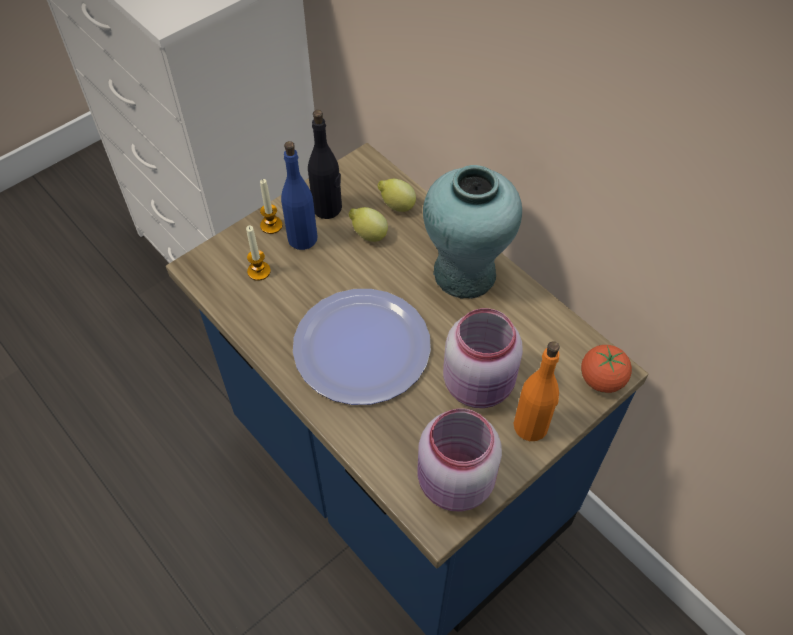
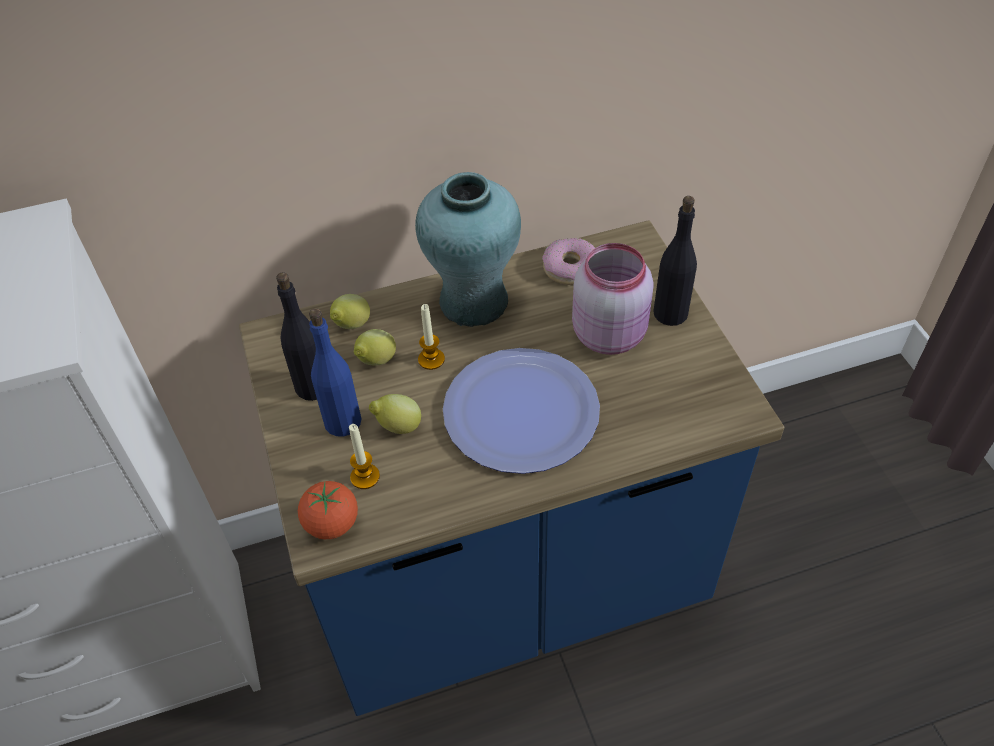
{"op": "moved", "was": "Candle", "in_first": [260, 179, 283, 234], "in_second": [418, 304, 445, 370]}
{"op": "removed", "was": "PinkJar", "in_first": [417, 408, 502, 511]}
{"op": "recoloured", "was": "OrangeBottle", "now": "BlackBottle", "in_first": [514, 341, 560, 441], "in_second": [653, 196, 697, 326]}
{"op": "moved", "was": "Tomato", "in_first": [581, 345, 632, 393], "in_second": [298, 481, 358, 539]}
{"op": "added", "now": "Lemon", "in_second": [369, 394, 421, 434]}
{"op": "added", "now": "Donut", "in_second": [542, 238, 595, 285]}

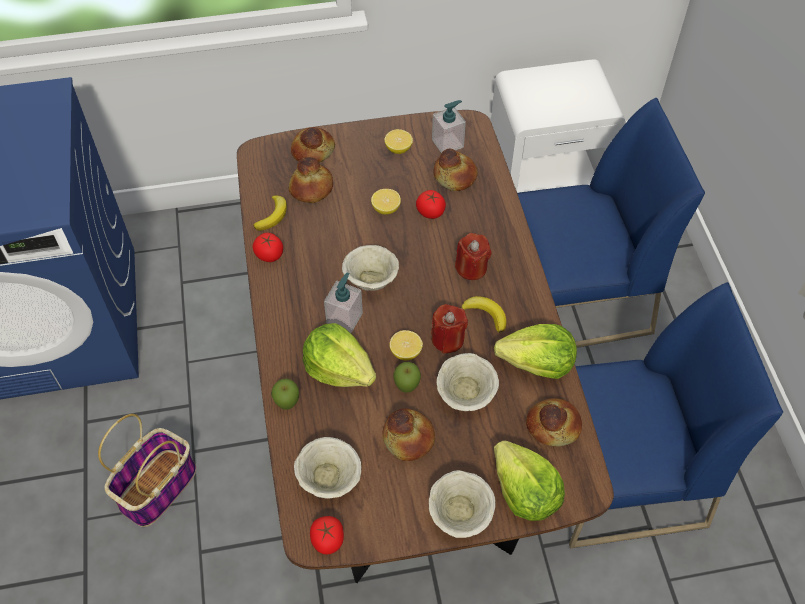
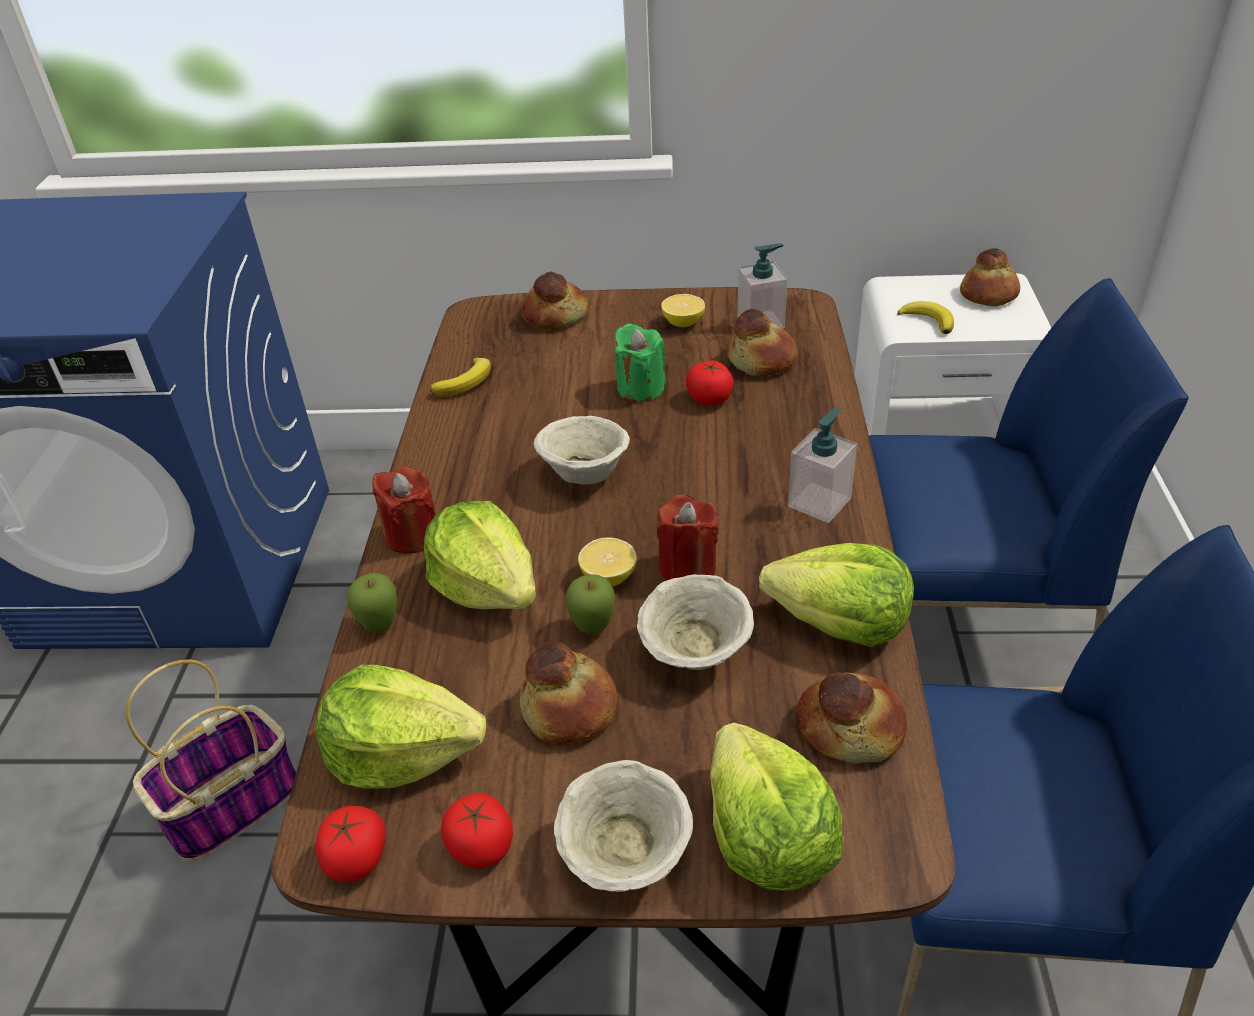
{"op": "moved", "was": "Tomato", "in_first": [252, 233, 283, 262], "in_second": [441, 793, 513, 869]}
{"op": "moved", "was": "Bread", "in_first": [289, 157, 333, 203], "in_second": [960, 248, 1020, 306]}
{"op": "replaced", "was": "BeigeBowl", "now": "Lettuce", "in_first": [294, 437, 361, 498], "in_second": [316, 664, 486, 789]}
{"op": "moved", "was": "SoapDispenser", "in_first": [324, 272, 363, 333], "in_second": [788, 407, 857, 523]}
{"op": "replaced", "was": "Lemon", "now": "GreenCandle", "in_first": [371, 189, 401, 214], "in_second": [615, 323, 666, 402]}
{"op": "moved", "was": "RedCandle", "in_first": [455, 233, 492, 280], "in_second": [372, 466, 436, 554]}
{"op": "moved", "was": "Banana", "in_first": [461, 296, 506, 333], "in_second": [897, 301, 954, 334]}

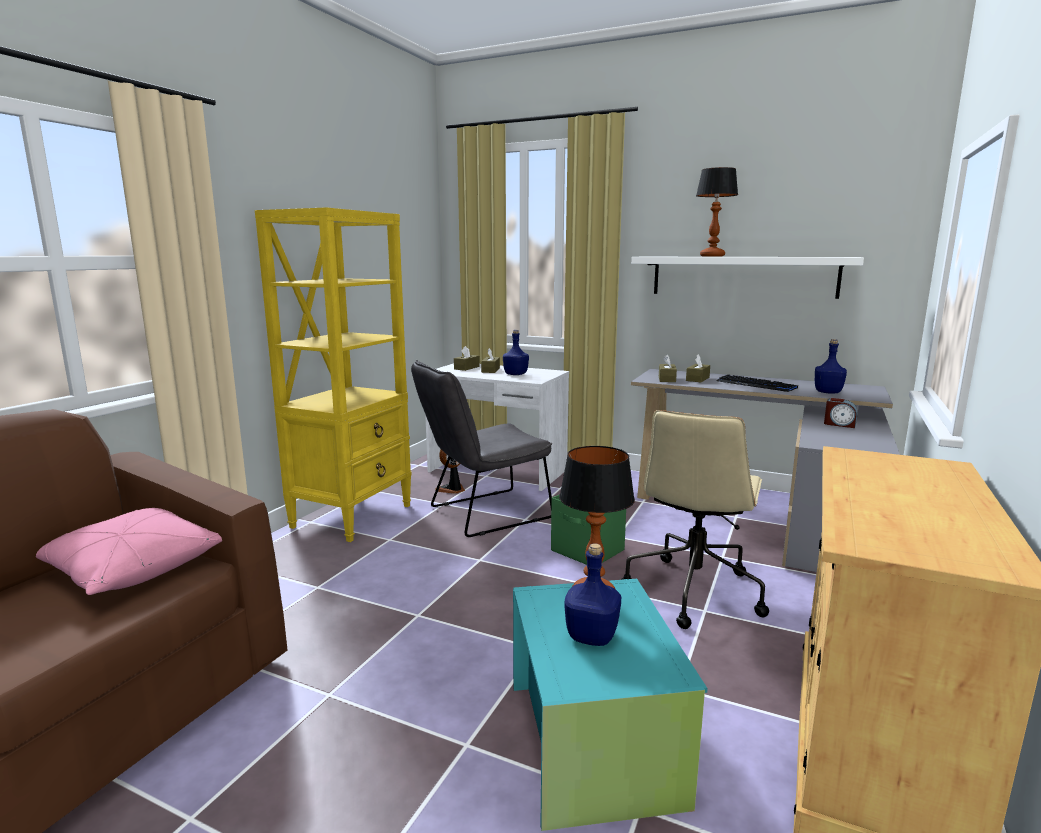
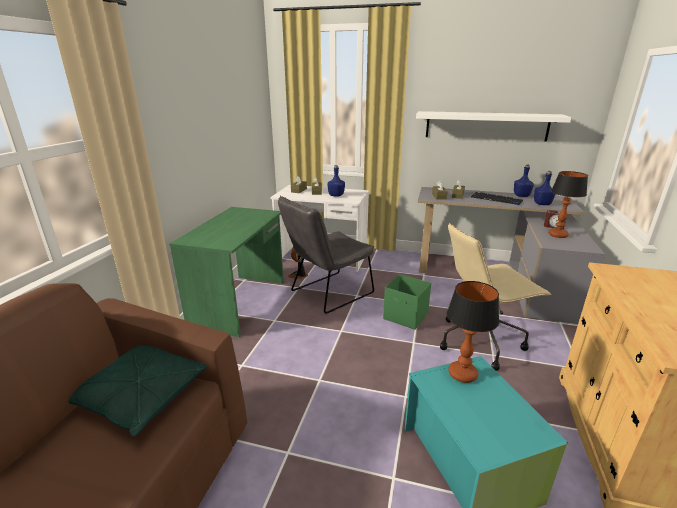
{"op": "recoloured", "was": "PinkPillow", "now": "GreenPillow", "in_first": [36, 508, 222, 595], "in_second": [69, 345, 207, 437]}
{"op": "replaced", "was": "YellowBookcase", "now": "GreenDesk", "in_first": [255, 207, 412, 542], "in_second": [169, 207, 284, 337]}
{"op": "moved", "was": "BlueBottle", "in_first": [564, 543, 621, 646], "in_second": [514, 165, 534, 197]}
{"op": "turned", "was": "BeigeOfficeChair", "in_first": [621, 410, 769, 629], "in_second": [440, 223, 551, 371], "clockwise": 60}
{"op": "moved", "was": "TableLamp", "in_first": [696, 167, 738, 257], "in_second": [548, 171, 588, 238]}

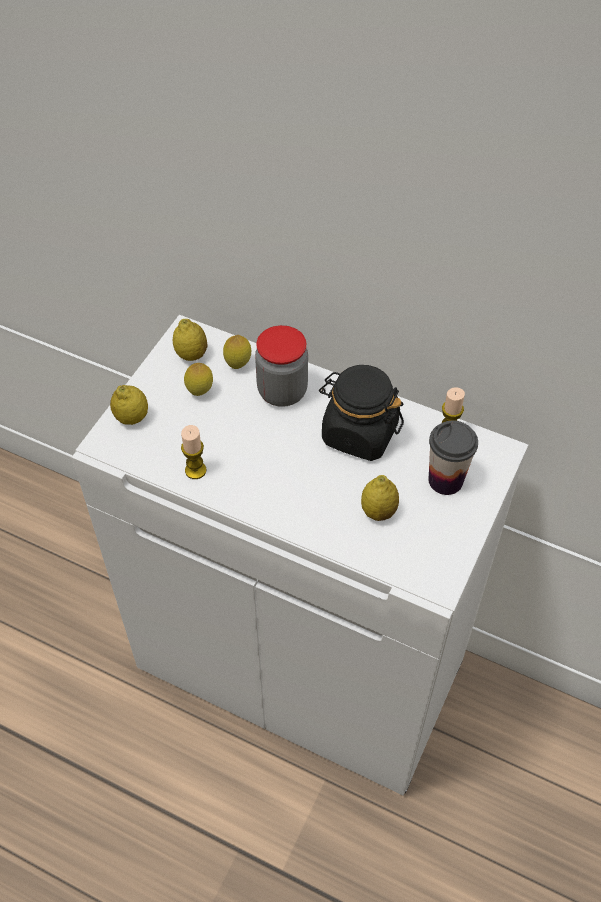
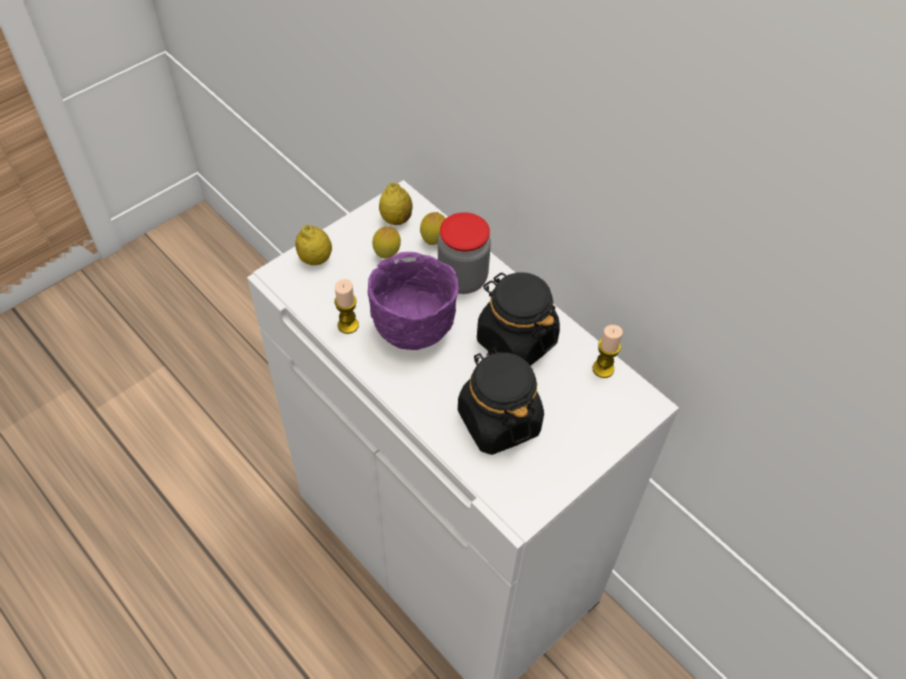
{"op": "replaced", "was": "Lemon", "now": "BlackJar", "in_first": [361, 475, 399, 521], "in_second": [458, 348, 544, 455]}
{"op": "removed", "was": "Cup", "in_first": [428, 421, 478, 495]}
{"op": "added", "now": "PurpleBowl", "in_second": [368, 252, 459, 350]}

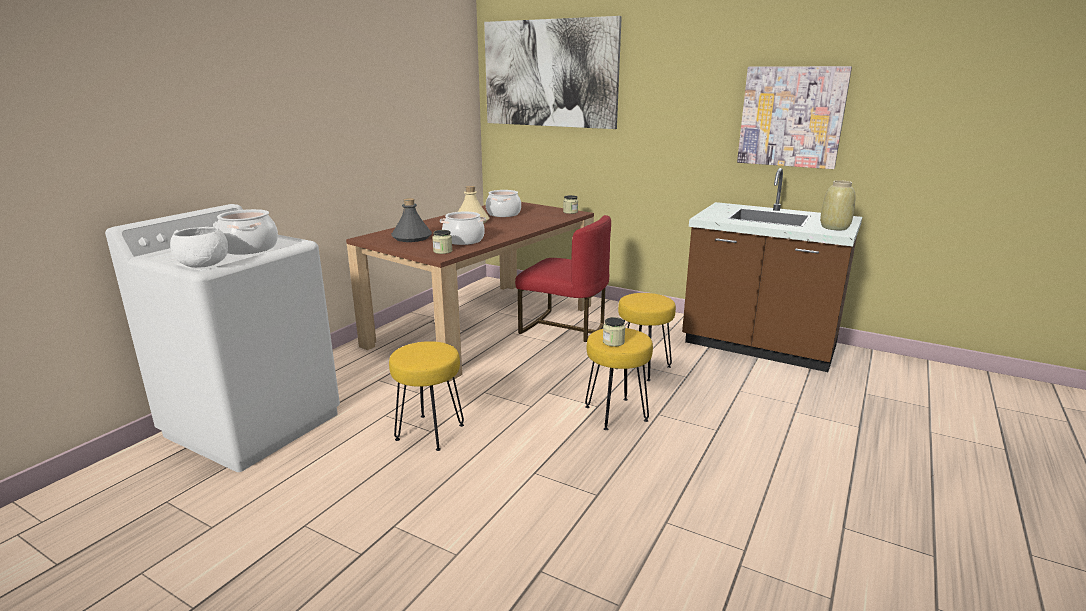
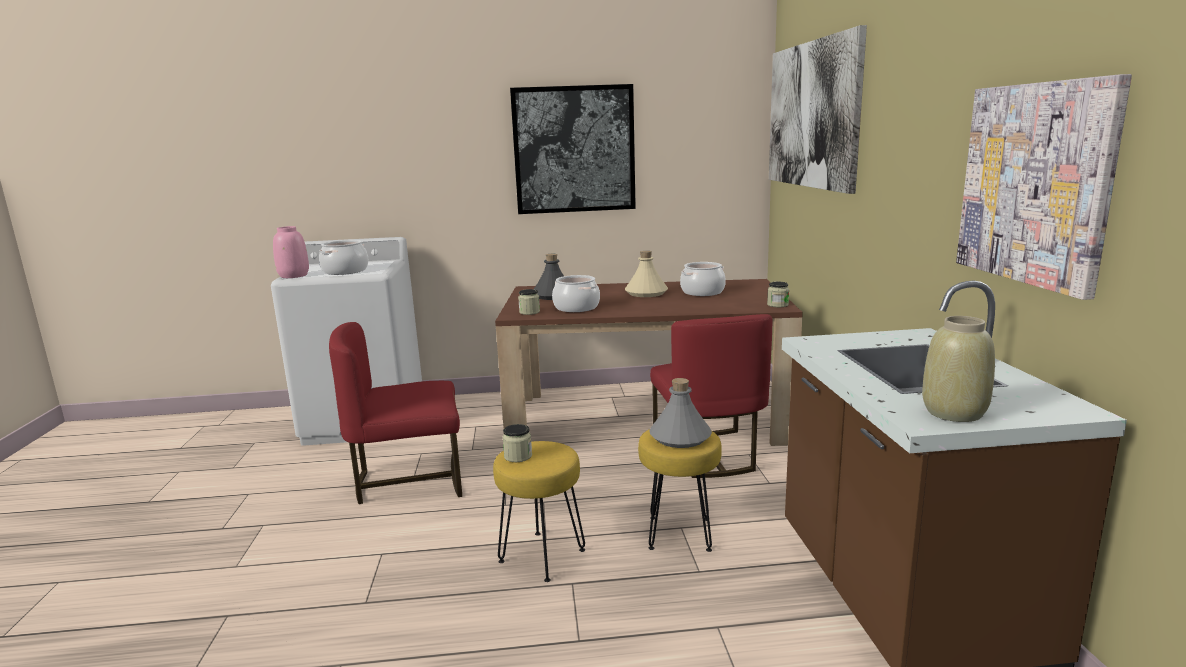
{"op": "replaced", "was": "WhiteBowl", "now": "PinkVase", "in_first": [170, 227, 228, 268], "in_second": [273, 226, 309, 278]}
{"op": "replaced", "was": "YellowStool", "now": "RedChair", "in_first": [389, 341, 464, 451], "in_second": [329, 322, 462, 504]}
{"op": "added", "now": "Picture", "in_second": [510, 84, 636, 214]}
{"op": "added", "now": "GreyBottle", "in_second": [649, 378, 712, 448]}

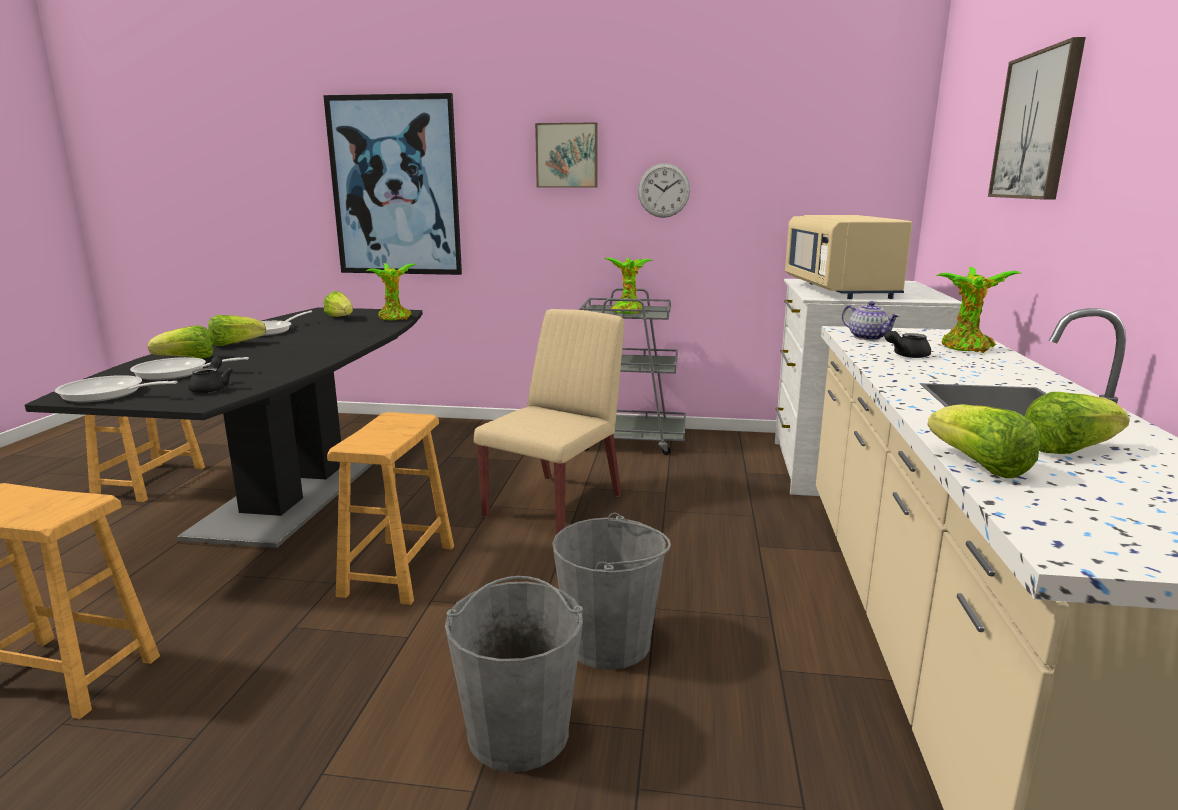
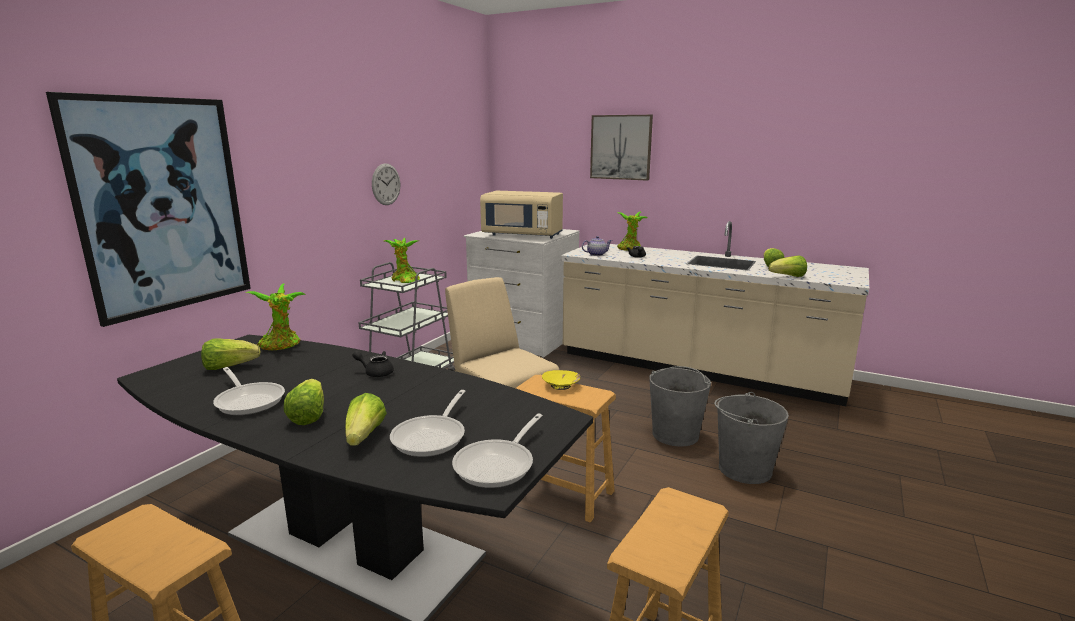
{"op": "moved", "was": "BlackTeapot", "in_first": [188, 357, 233, 393], "in_second": [352, 351, 394, 377]}
{"op": "removed", "was": "Picture", "in_first": [535, 122, 598, 188]}
{"op": "added", "now": "YellowBowl", "in_second": [542, 370, 580, 390]}

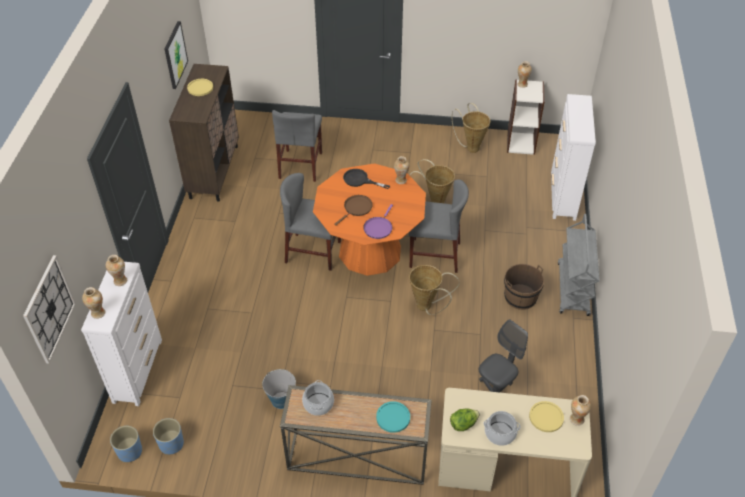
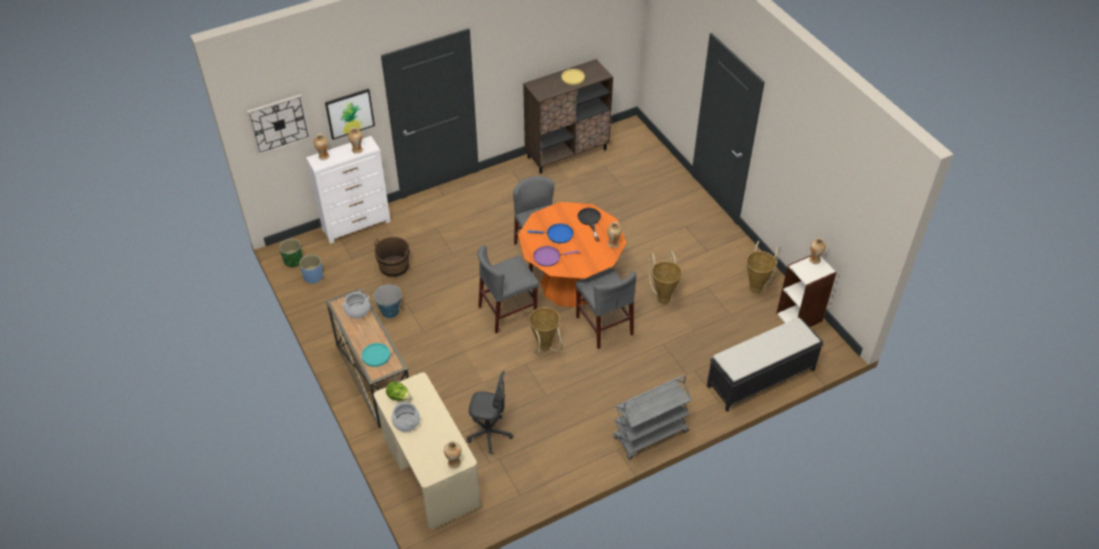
{"op": "recoloured", "was": "BluePlanter", "now": "GreenPlanter", "in_first": [110, 426, 142, 462], "in_second": [279, 239, 303, 268]}
{"op": "moved", "was": "Picture", "in_first": [164, 21, 188, 89], "in_second": [325, 89, 375, 140]}
{"op": "moved", "was": "GreyChair", "in_first": [272, 110, 322, 182], "in_second": [478, 245, 539, 333]}
{"op": "recoloured", "was": "BrownFryingPan", "now": "BlueFryingPan", "in_first": [334, 195, 373, 226], "in_second": [528, 224, 573, 243]}
{"op": "moved", "was": "BrownBucket", "in_first": [504, 264, 544, 310], "in_second": [374, 236, 410, 278]}
{"op": "removed", "was": "YellowPlate", "in_first": [529, 401, 564, 432]}
{"op": "replaced", "was": "WhiteDresser", "now": "BlackBench", "in_first": [551, 94, 596, 221], "in_second": [707, 318, 824, 412]}

